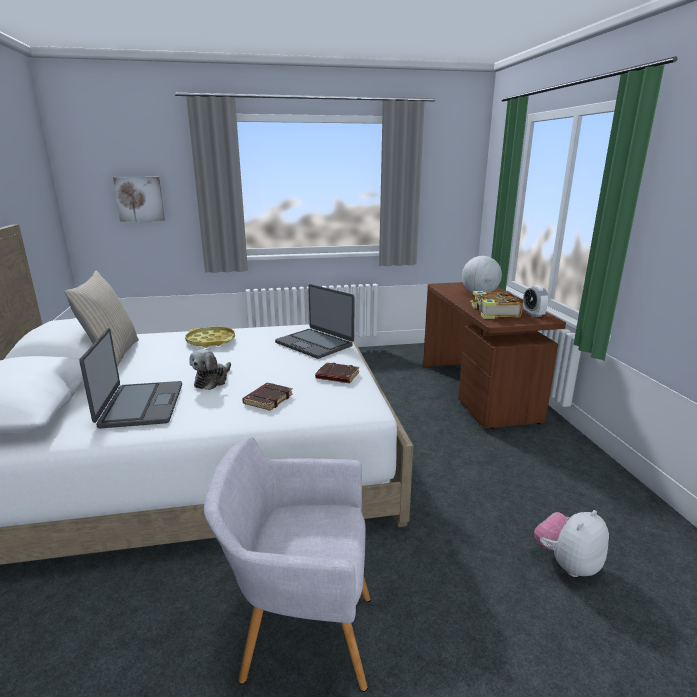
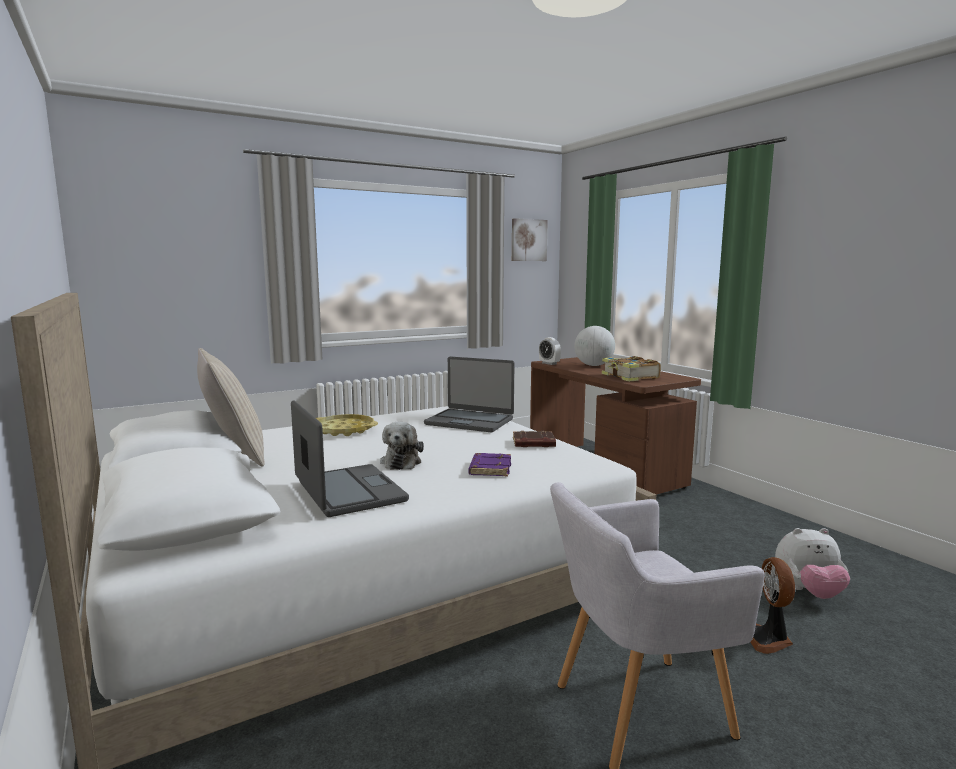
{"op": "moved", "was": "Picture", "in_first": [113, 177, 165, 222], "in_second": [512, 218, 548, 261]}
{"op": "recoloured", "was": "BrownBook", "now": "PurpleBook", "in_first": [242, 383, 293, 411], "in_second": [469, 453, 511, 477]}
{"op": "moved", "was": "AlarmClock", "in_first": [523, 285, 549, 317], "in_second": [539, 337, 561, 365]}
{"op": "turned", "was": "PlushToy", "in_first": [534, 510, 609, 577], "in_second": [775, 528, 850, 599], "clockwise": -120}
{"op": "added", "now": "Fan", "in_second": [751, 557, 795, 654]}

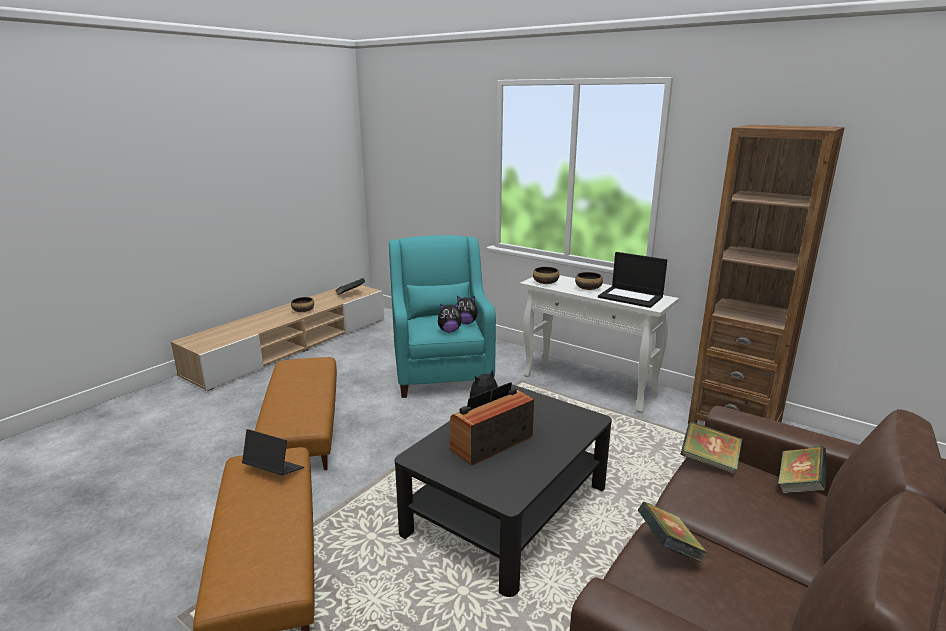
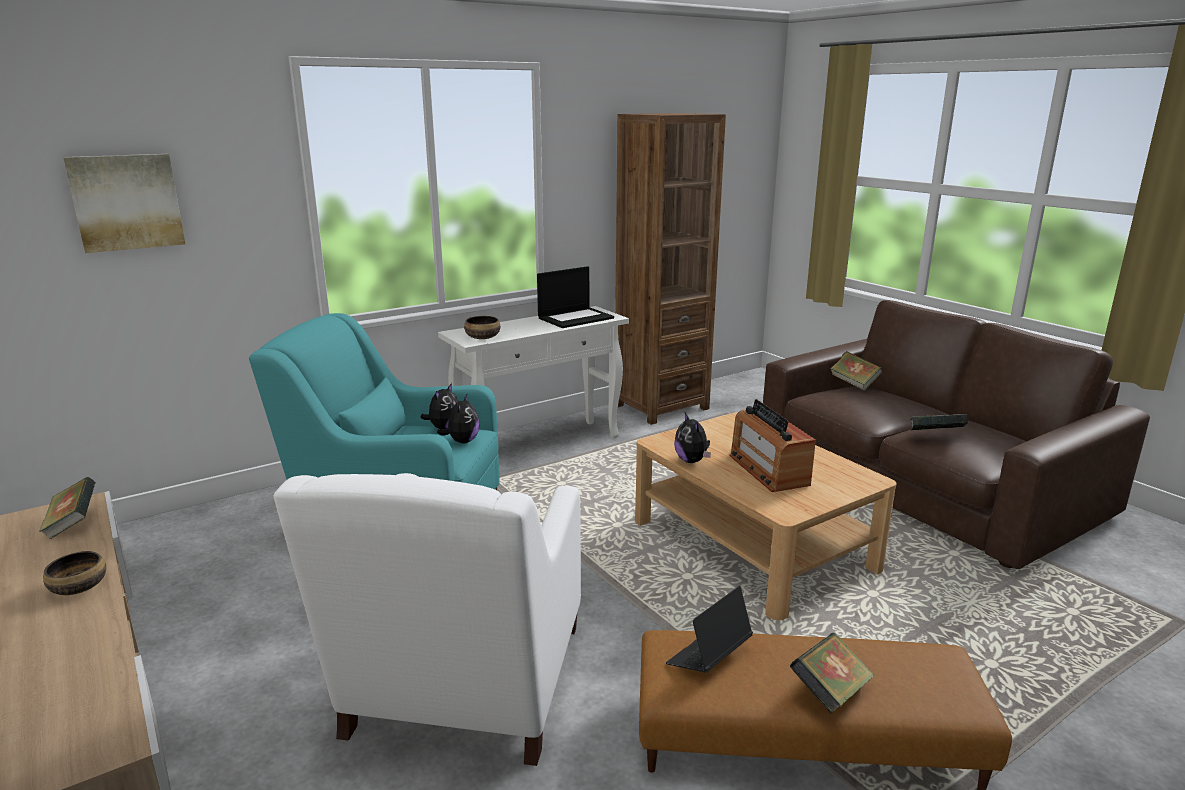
{"op": "replaced", "was": "BrownOttoman", "now": "WhiteArmchair", "in_first": [255, 357, 337, 470], "in_second": [274, 473, 581, 766]}
{"op": "recoloured", "was": "BlackCoffeeTable", "now": "BeigeCoffeeTable", "in_first": [395, 384, 612, 597], "in_second": [635, 412, 896, 620]}
{"op": "removed", "was": "Bowl", "in_first": [575, 272, 603, 290]}
{"op": "moved", "was": "Book", "in_first": [680, 421, 742, 474], "in_second": [790, 633, 874, 714]}
{"op": "added", "now": "Picture", "in_second": [63, 154, 185, 253]}

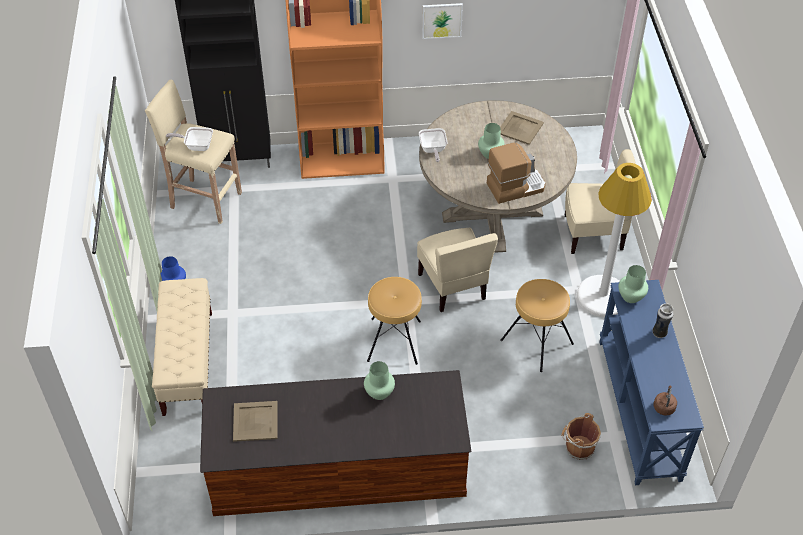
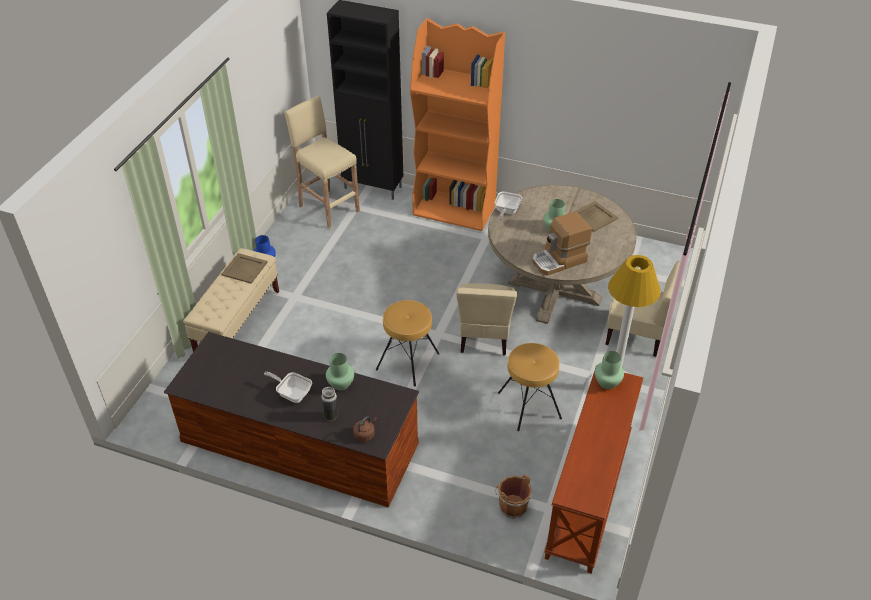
{"op": "moved", "was": "FryingPan", "in_first": [166, 127, 213, 151], "in_second": [264, 372, 312, 403]}
{"op": "moved", "was": "BeigeTray", "in_first": [233, 401, 278, 442], "in_second": [221, 253, 268, 284]}
{"op": "removed", "was": "Picture", "in_first": [422, 3, 463, 39]}
{"op": "turned", "was": "CoffeeMachine", "in_first": [487, 142, 545, 204], "in_second": [532, 211, 592, 276], "clockwise": 150}
{"op": "recoloured", "was": "BlueConsoleTable", "now": "BrownConsoleTable", "in_first": [599, 280, 704, 485], "in_second": [544, 365, 643, 574]}
{"op": "moved", "was": "Vase", "in_first": [653, 304, 674, 338], "in_second": [321, 387, 338, 421]}
{"op": "moved", "was": "BrownKettle", "in_first": [653, 386, 677, 416], "in_second": [353, 416, 377, 442]}

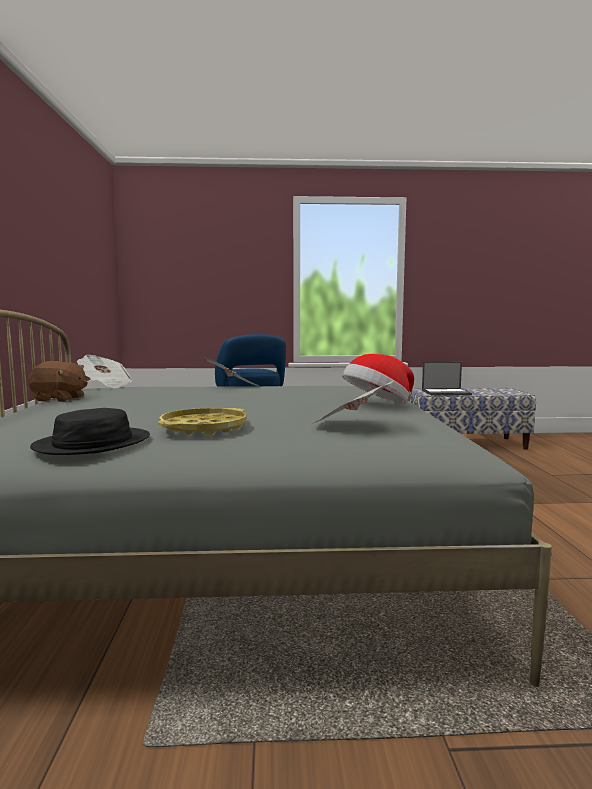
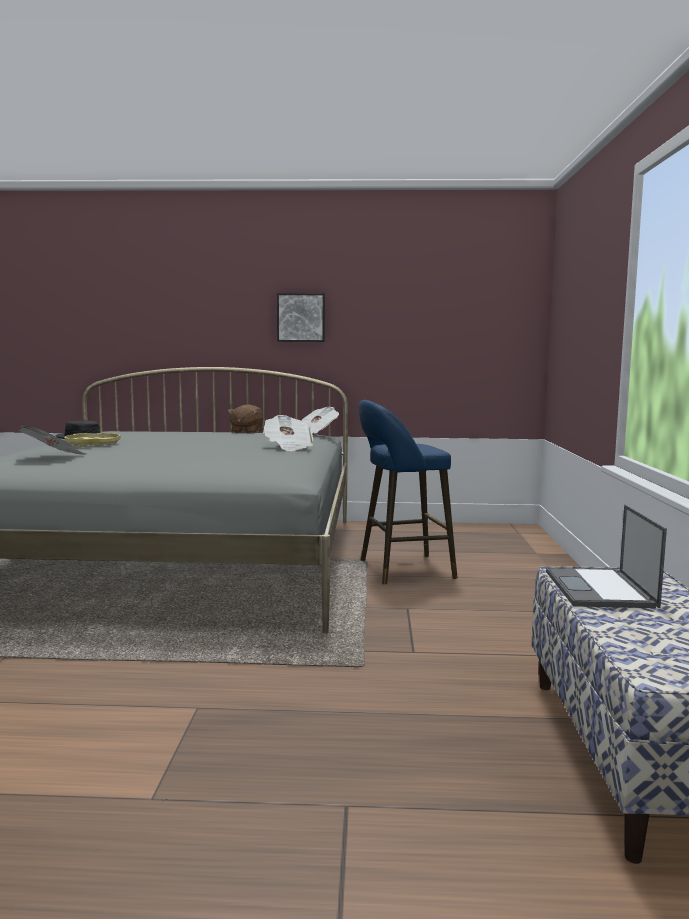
{"op": "removed", "was": "Hat", "in_first": [342, 354, 414, 403]}
{"op": "added", "now": "Picture", "in_second": [277, 293, 325, 342]}

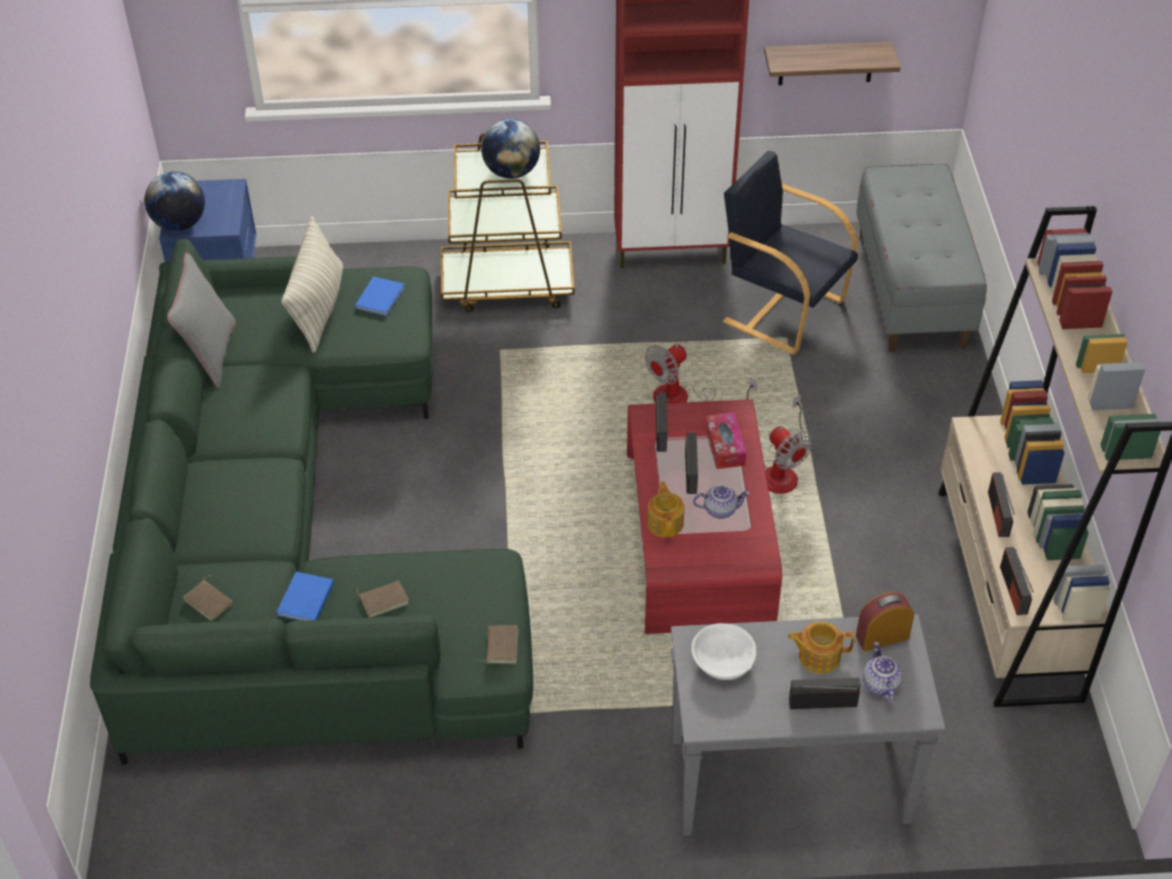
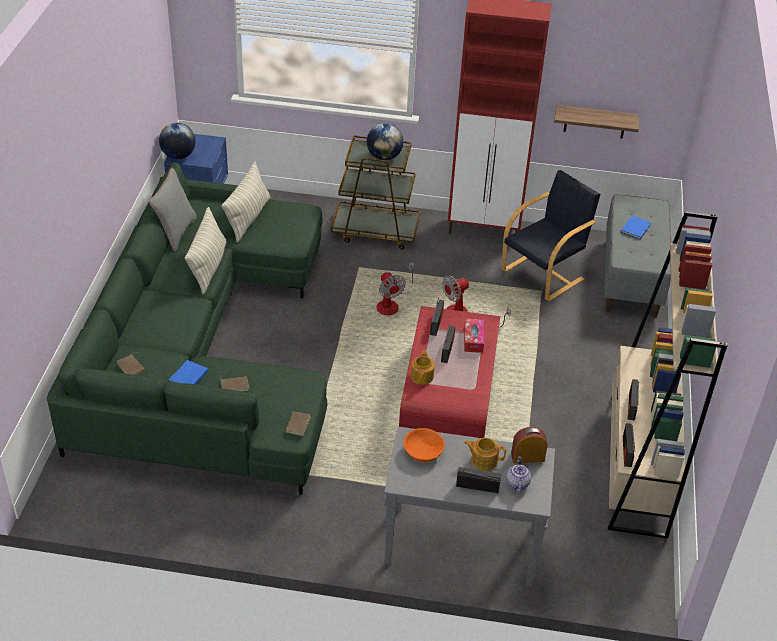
{"op": "moved", "was": "BlueBook", "in_first": [355, 277, 405, 317], "in_second": [620, 216, 651, 240]}
{"op": "recoloured", "was": "WhiteBowl", "now": "OrangeBowl", "in_first": [691, 623, 756, 680], "in_second": [404, 428, 445, 462]}
{"op": "removed", "was": "Teapot", "in_first": [693, 485, 750, 519]}
{"op": "turned", "was": "BlackArmchair", "in_first": [723, 151, 858, 355], "in_second": [502, 170, 600, 301], "clockwise": 90}
{"op": "moved", "was": "Fan", "in_first": [764, 395, 813, 494], "in_second": [377, 262, 414, 315]}
{"op": "added", "now": "Pillow", "in_second": [185, 207, 227, 294]}

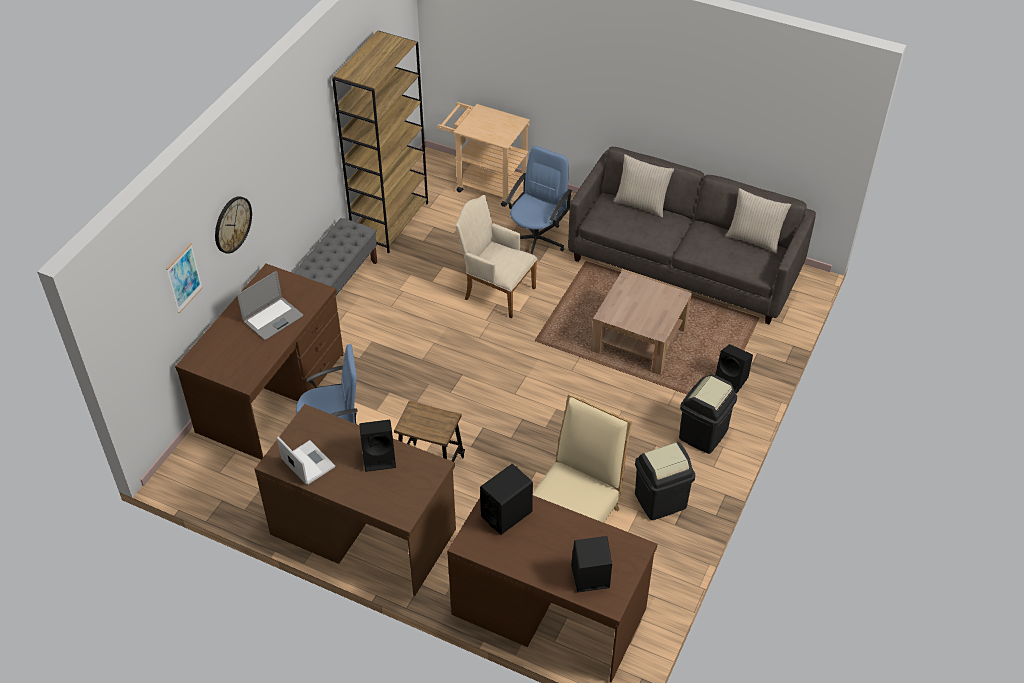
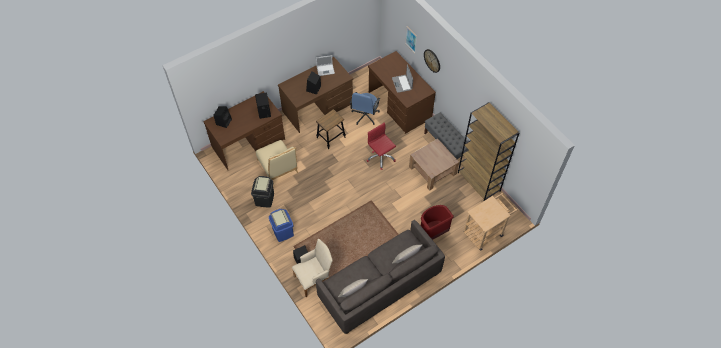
{"op": "moved", "was": "BeigeArmchair", "in_first": [455, 195, 537, 319], "in_second": [292, 239, 333, 297]}
{"op": "replaced", "was": "BlueOfficeChair", "now": "RedTrashCan", "in_first": [505, 146, 572, 254], "in_second": [421, 205, 454, 240]}
{"op": "moved", "was": "BrownCoffeeTable", "in_first": [591, 270, 692, 375], "in_second": [409, 139, 459, 191]}
{"op": "recoloured", "was": "BlackTrashCan", "now": "BlueTrashCan", "in_first": [679, 374, 737, 454], "in_second": [269, 209, 294, 242]}
{"op": "added", "now": "RedOfficeChair", "in_second": [367, 122, 396, 170]}

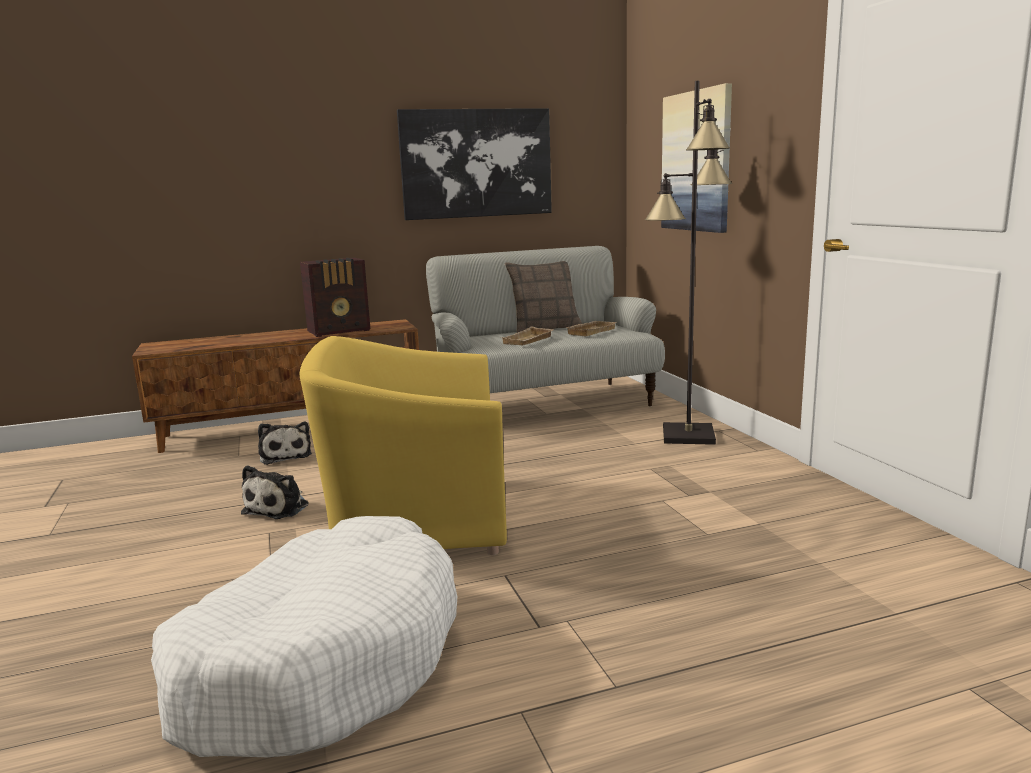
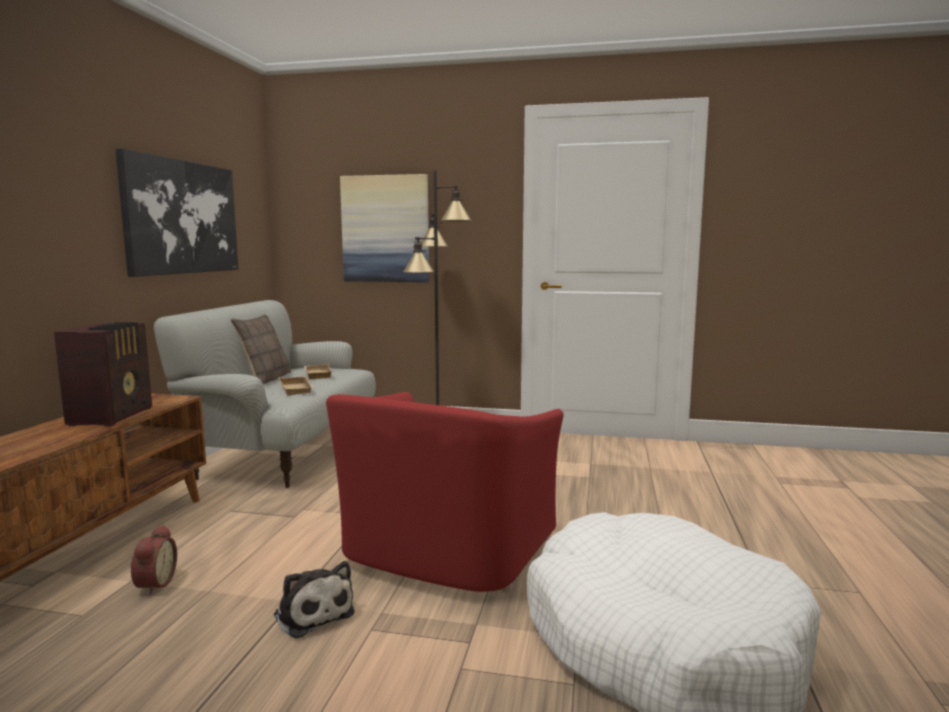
{"op": "replaced", "was": "PlushToy", "now": "AlarmClock", "in_first": [258, 422, 312, 465], "in_second": [131, 525, 177, 595]}
{"op": "recoloured", "was": "YellowArmchair", "now": "RedArmchair", "in_first": [300, 336, 507, 555], "in_second": [326, 392, 564, 593]}

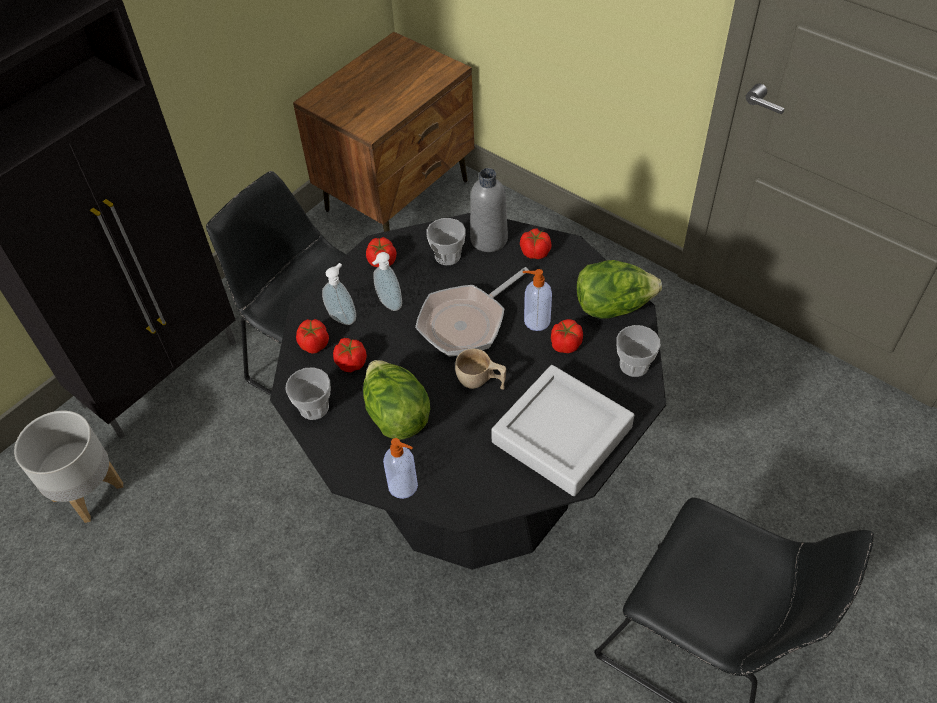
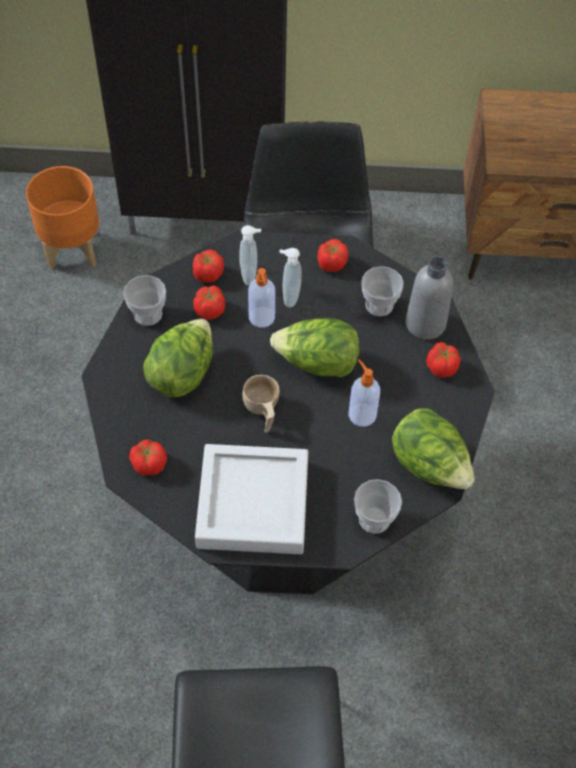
{"op": "recoloured", "was": "GreyPlanter", "now": "OrangePlanter", "in_first": [14, 411, 123, 523], "in_second": [26, 166, 99, 269]}
{"op": "moved", "was": "SoapDispenser", "in_first": [383, 438, 418, 499], "in_second": [248, 268, 275, 328]}
{"op": "replaced", "was": "FryingPan", "now": "Lettuce", "in_first": [415, 267, 529, 357], "in_second": [270, 318, 359, 377]}
{"op": "moved", "was": "Tomato", "in_first": [551, 319, 583, 353], "in_second": [129, 439, 167, 476]}

